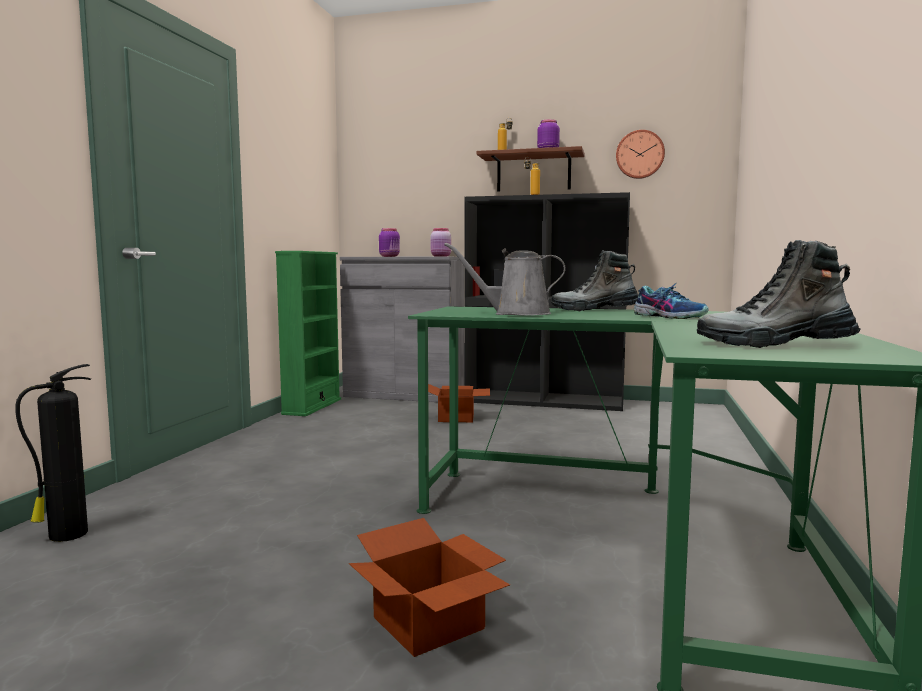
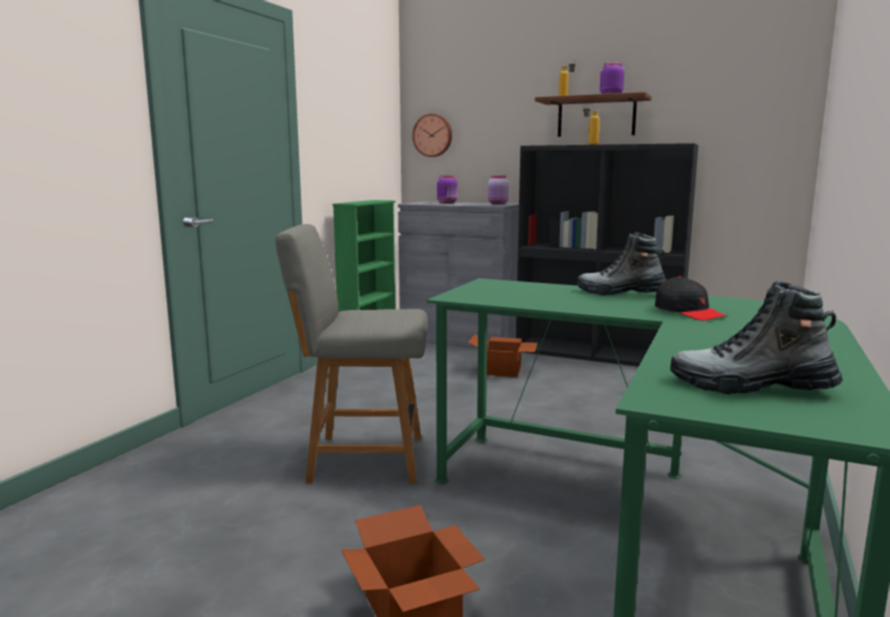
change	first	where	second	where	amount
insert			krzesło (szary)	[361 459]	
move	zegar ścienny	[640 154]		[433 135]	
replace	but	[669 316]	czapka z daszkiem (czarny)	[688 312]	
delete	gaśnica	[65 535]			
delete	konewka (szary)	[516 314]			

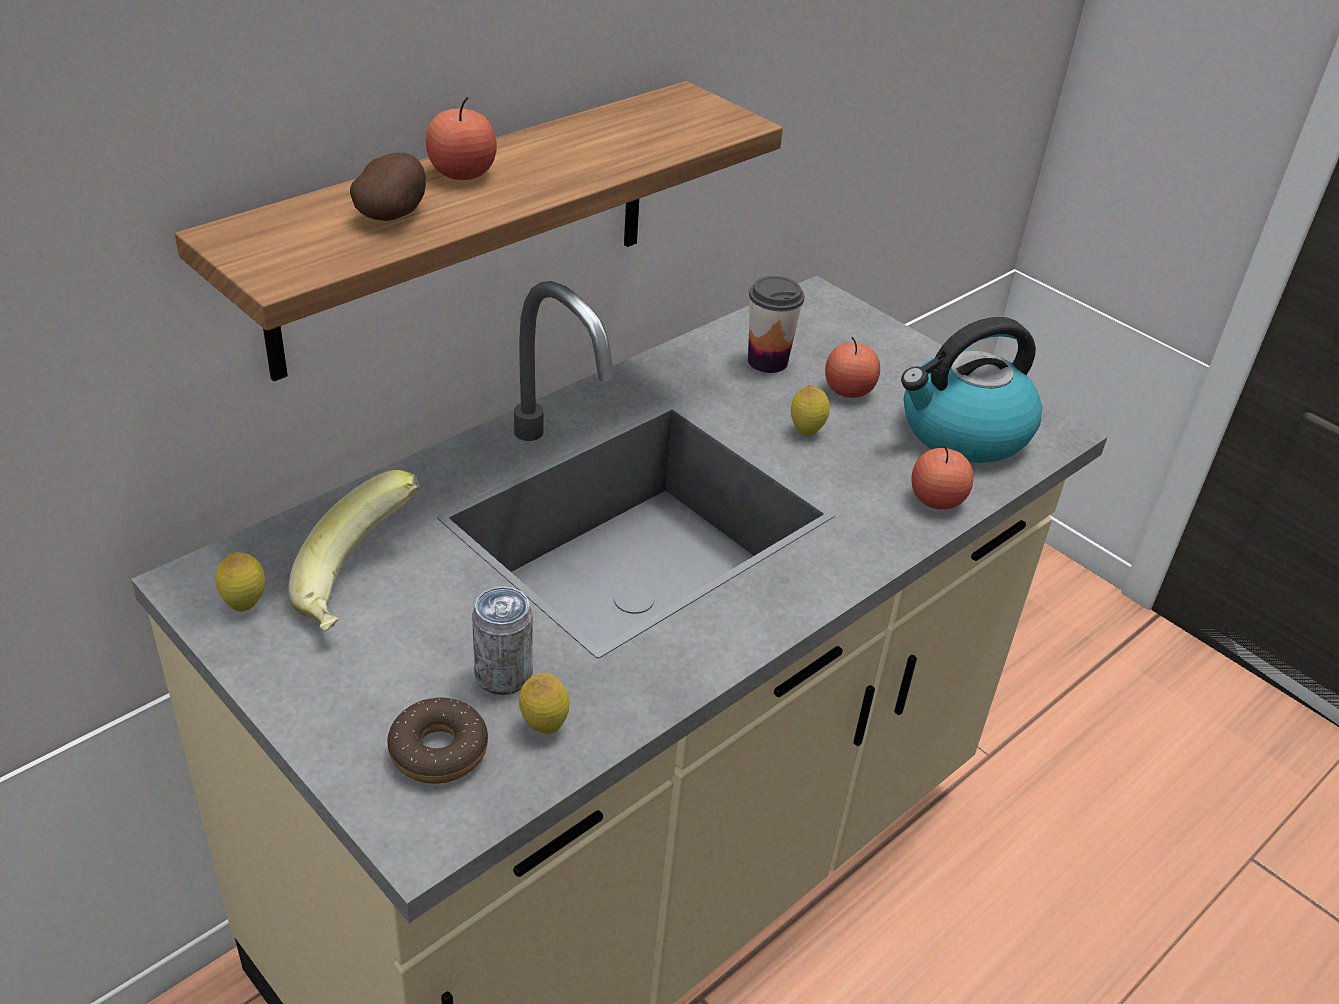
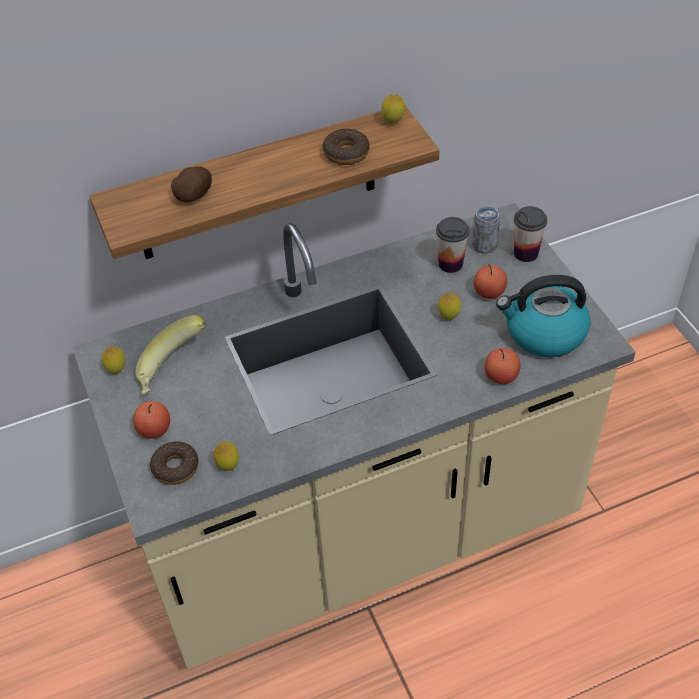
change	first	where	second	where	amount
move	jabłko	[462 173]		[154 429]	
insert			donut	[346 153]	
insert			cytryna	[393 122]	
move	puszka	[503 676]		[484 246]	
insert			filiżanka	[526 253]	

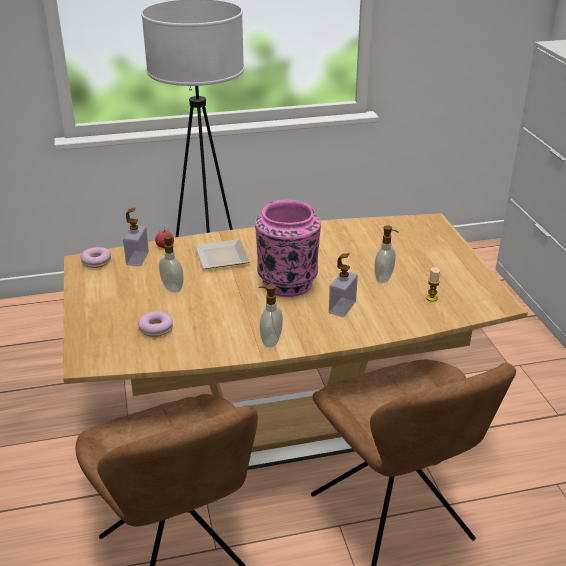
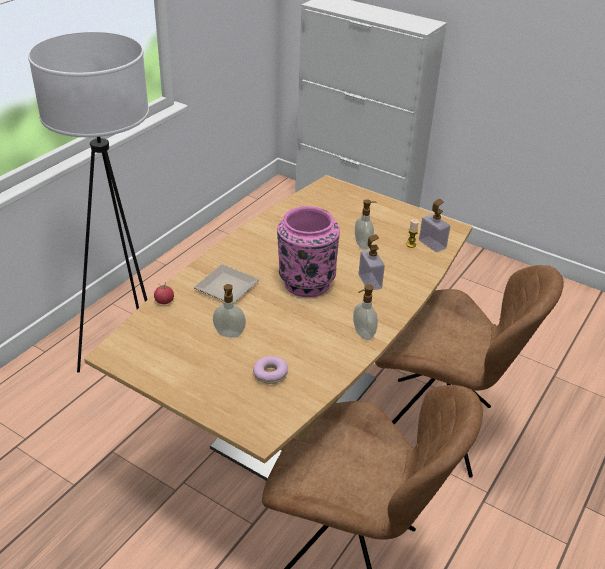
change	first	where	second	where	amount
move	dozownik mydła	[137 259]		[432 244]	
delete	donut	[96 261]			

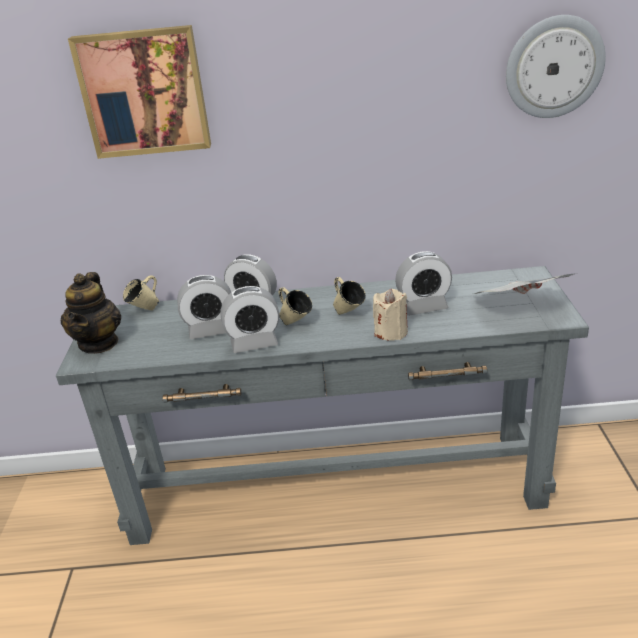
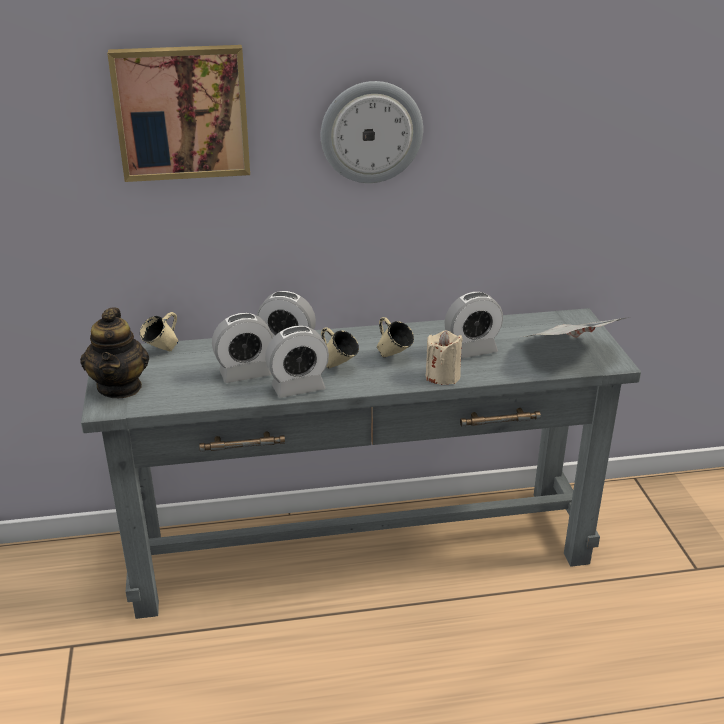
change	first	where	second	where	amount
move	zegar ścienny	[554 67]		[371 132]	

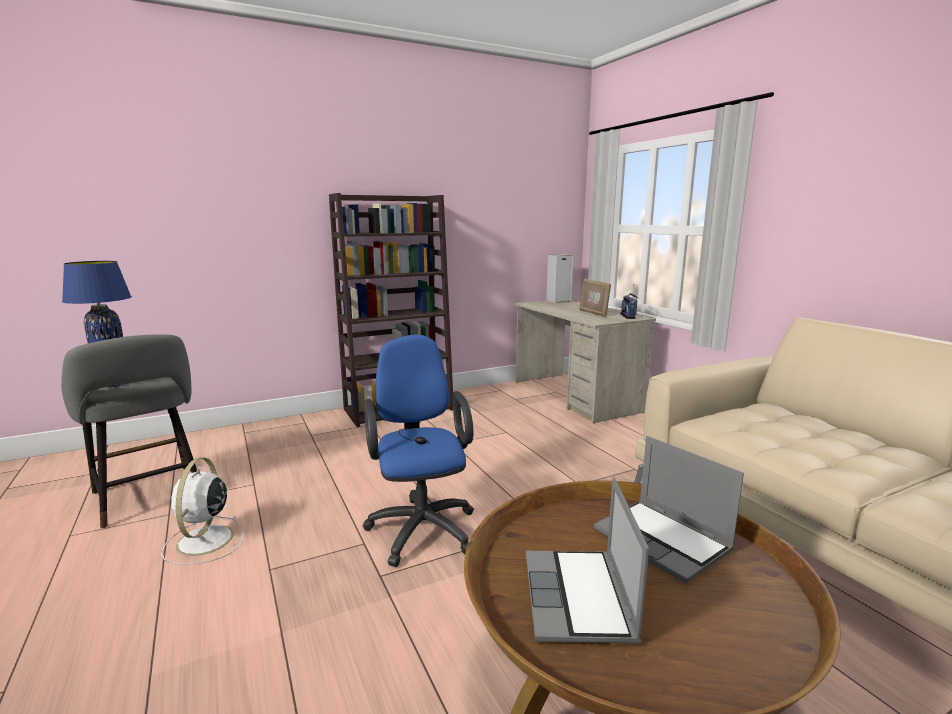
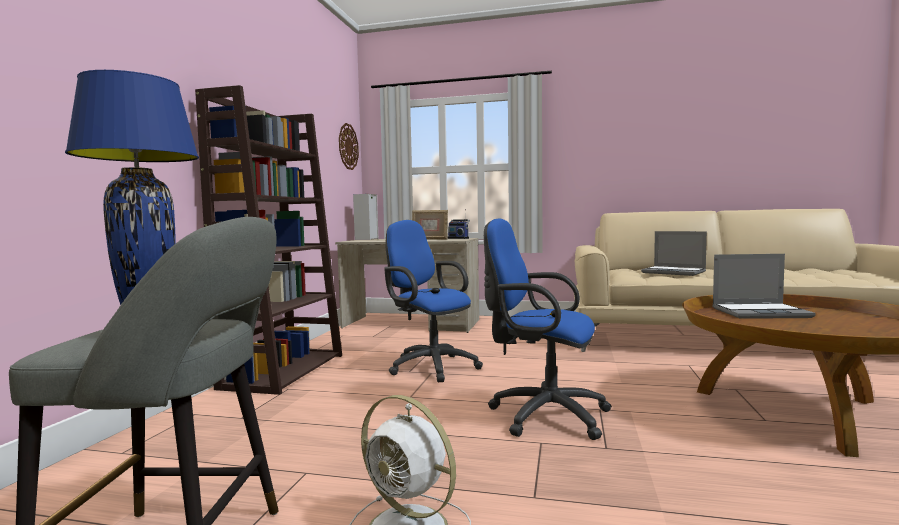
change	first	where	second	where	amount
insert			zegar ścienny	[348 146]	
insert			krzesło biurowe (niebieski)	[430 366]	
move	laptop	[579 598]		[674 272]	

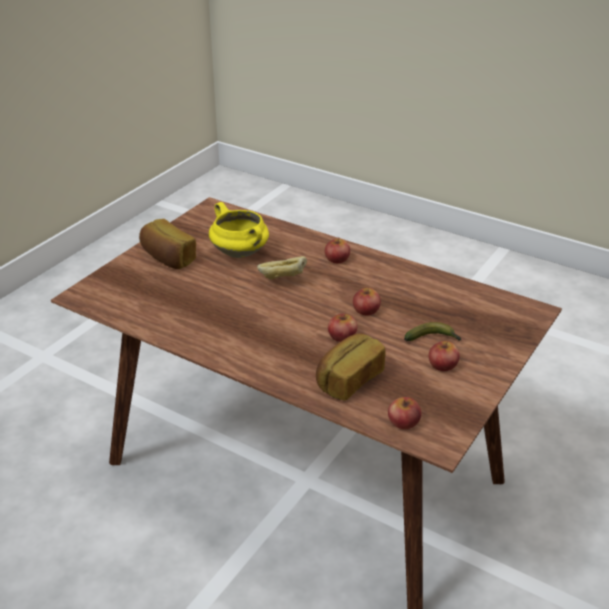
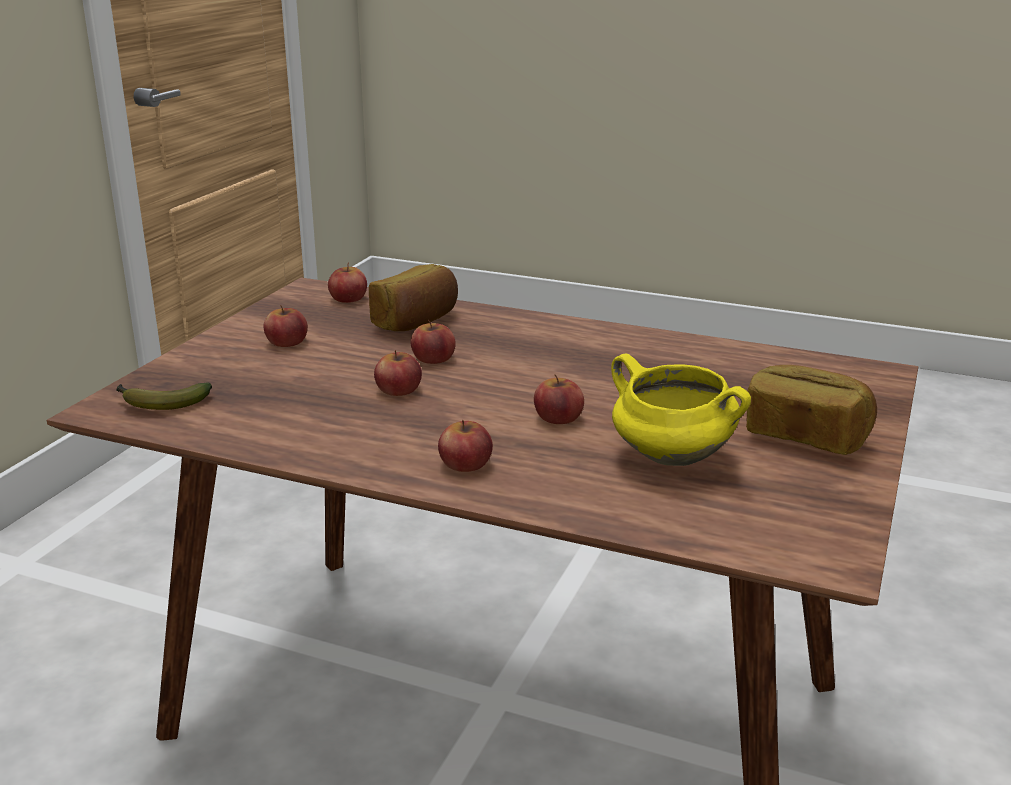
change	first	where	second	where	amount
move	banan	[433 339]		[160 403]	
replace	chleb	[282 281]	jabłko	[558 417]	

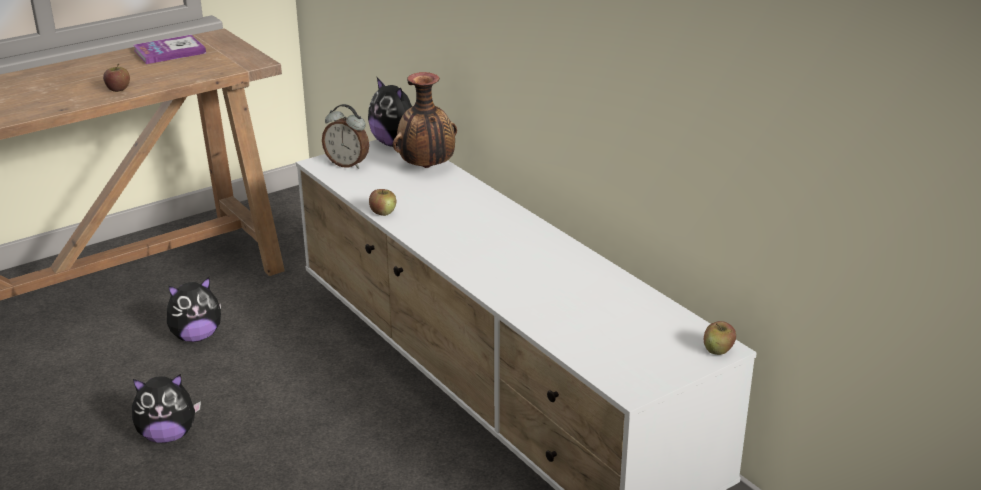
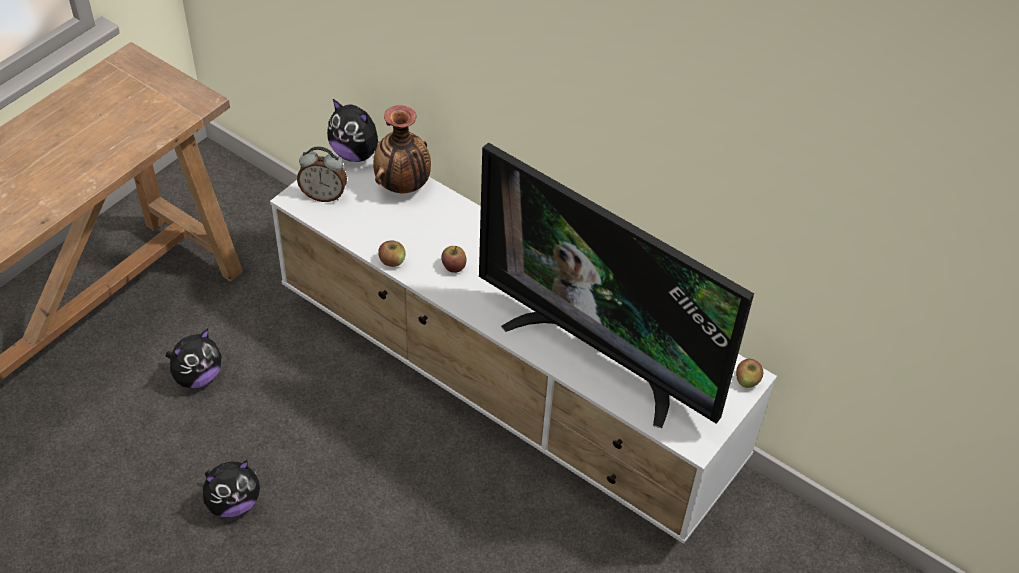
change	first	where	second	where	amount
move	jabłko	[118 89]		[453 266]	
insert			telewizor	[600 354]	
delete	książka	[169 52]			

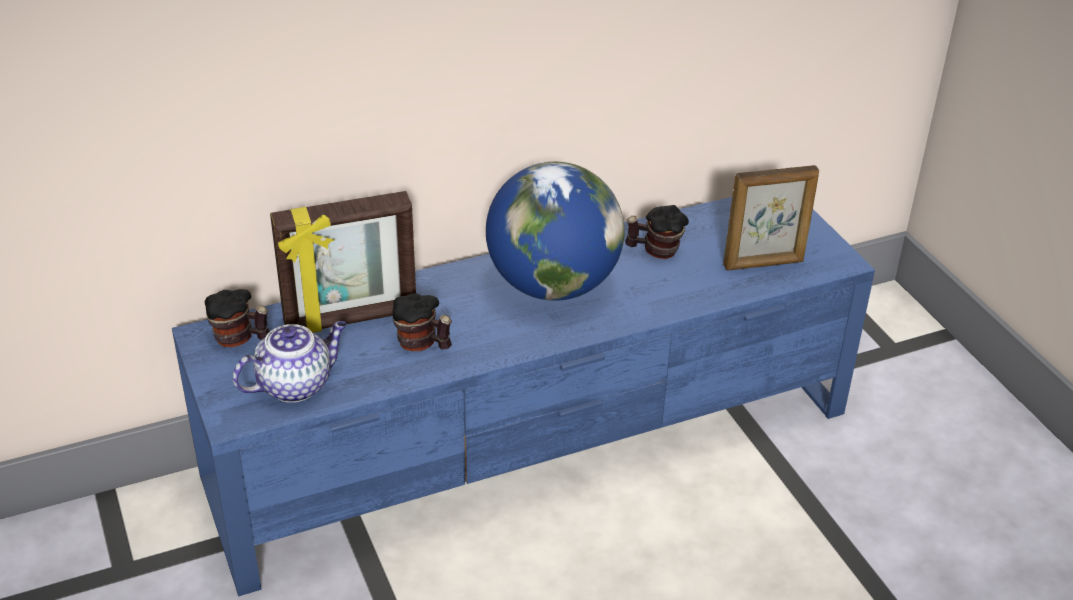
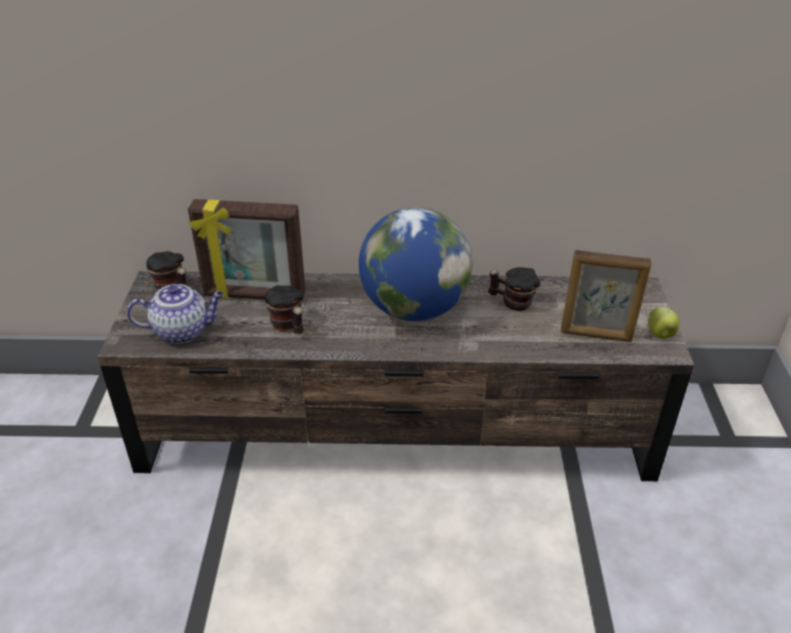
change	first	where	second	where	amount
recolor	szafka pod telewizor (niebieski)	[535 444]	szafka pod telewizor (brązowy)	[398 429]	
insert			jabłko	[660 335]	

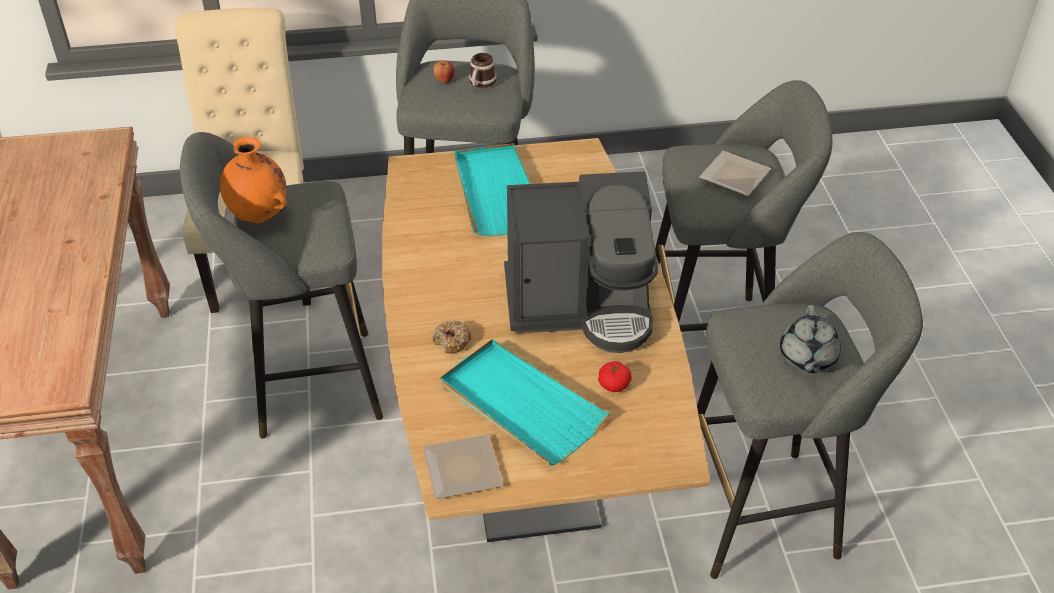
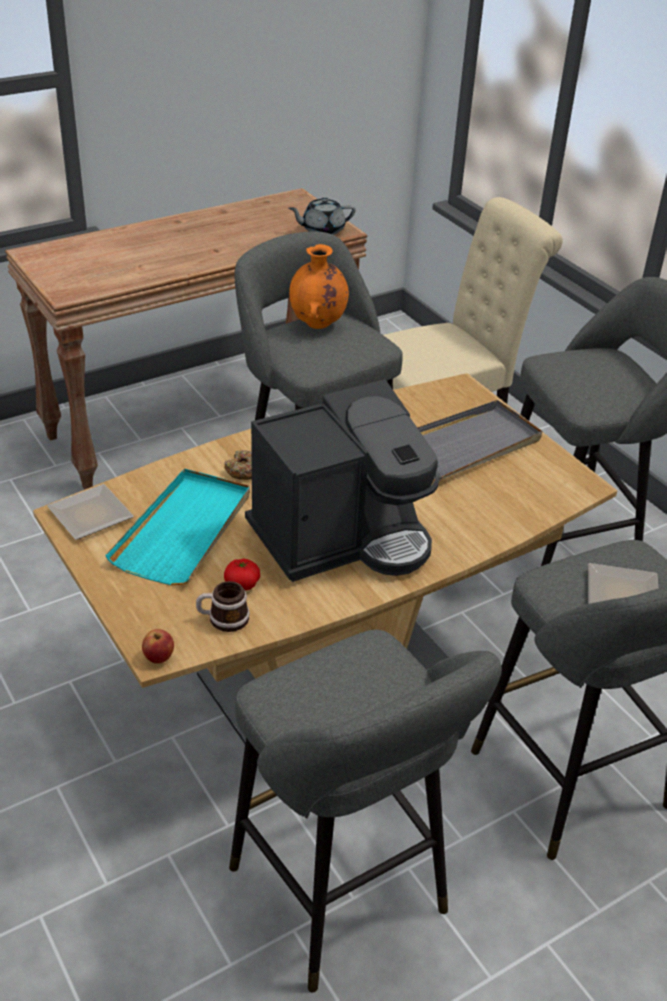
change	first	where	second	where	amount
move	jabłko	[444 80]		[159 657]	
move	kubek	[481 83]		[223 619]	
rotate	ekspres do kawy	[581 305]		[342 537]	90 degrees counterclockwise
move	imbryk (szary)	[807 357]		[322 230]	
recolor	taca (turkusowy)	[496 193]	taca (szary)	[467 445]	

